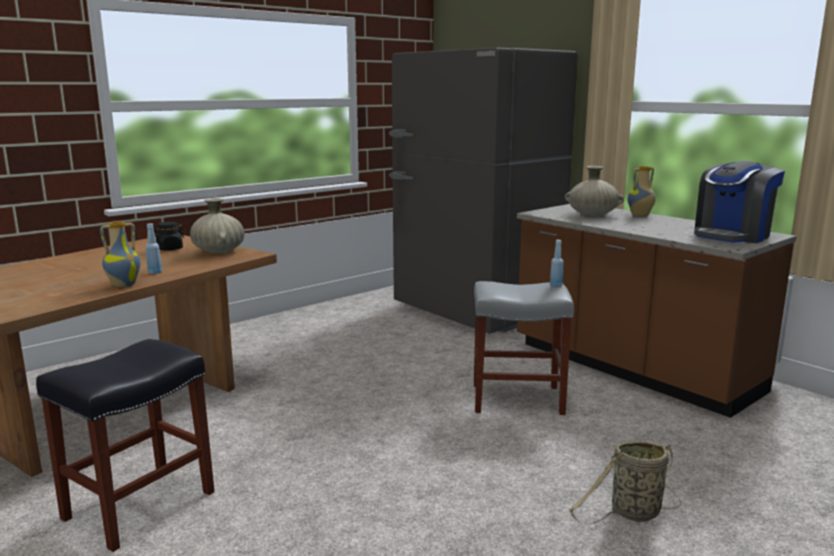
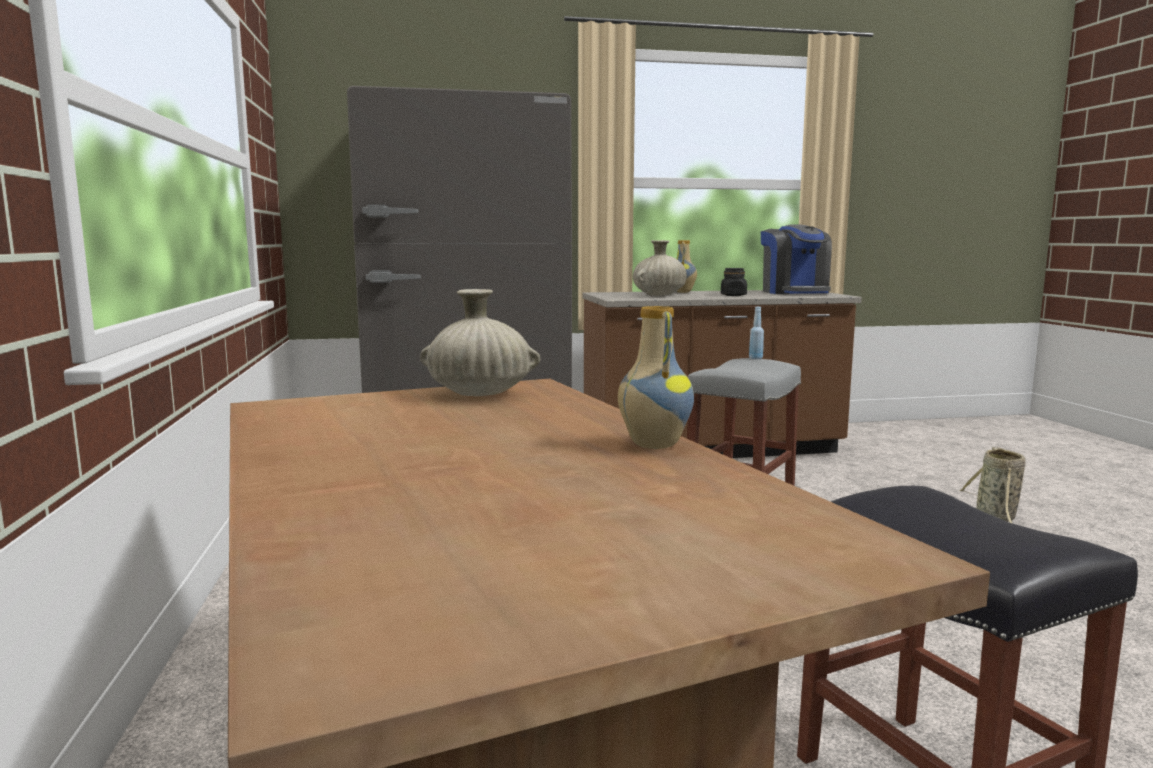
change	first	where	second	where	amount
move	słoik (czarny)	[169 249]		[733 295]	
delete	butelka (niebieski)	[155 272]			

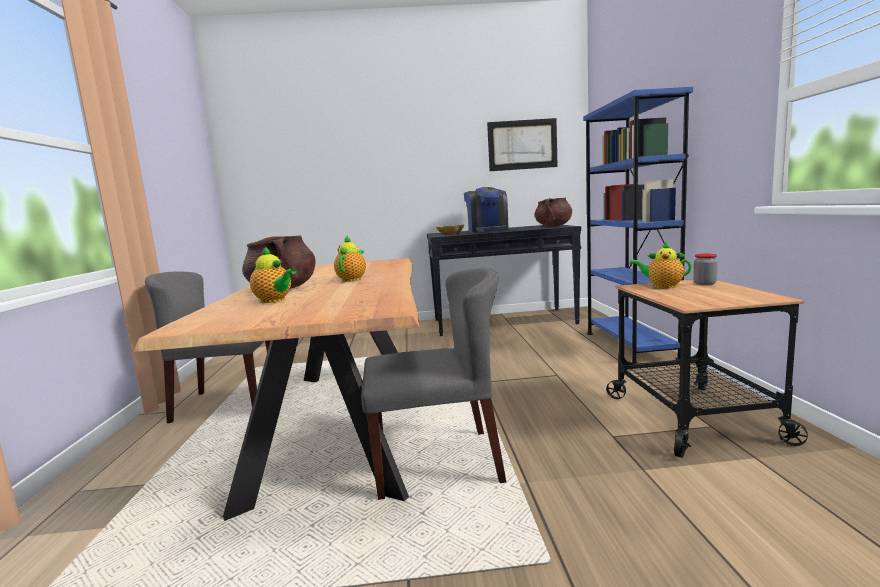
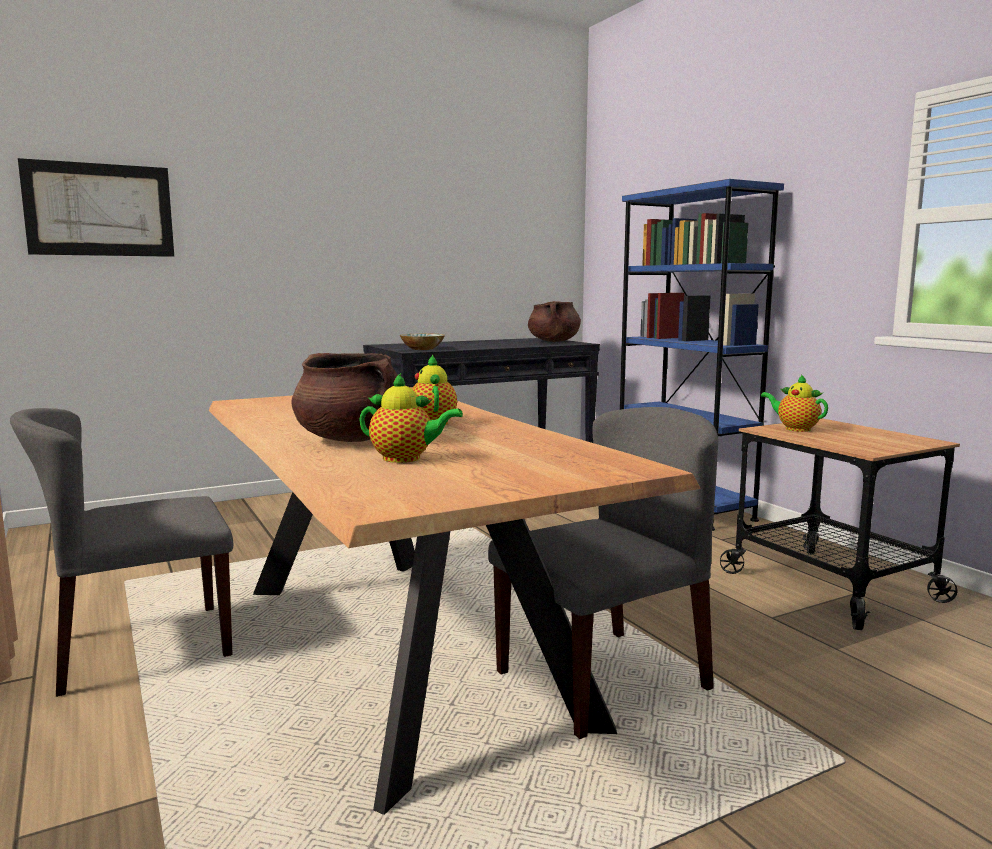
change	first	where	second	where	amount
move	obraz	[522 145]		[100 210]	
rotate	imbryk	[662 286]		[795 429]	45 degrees clockwise
delete	ekspres do kawy	[487 230]			
delete	słoik	[704 284]			

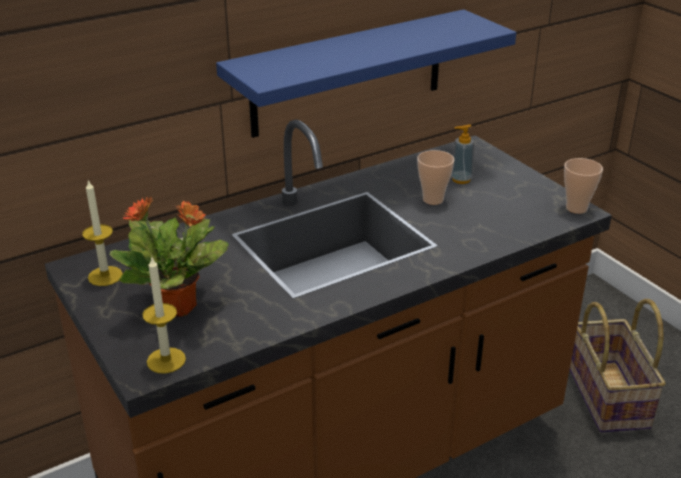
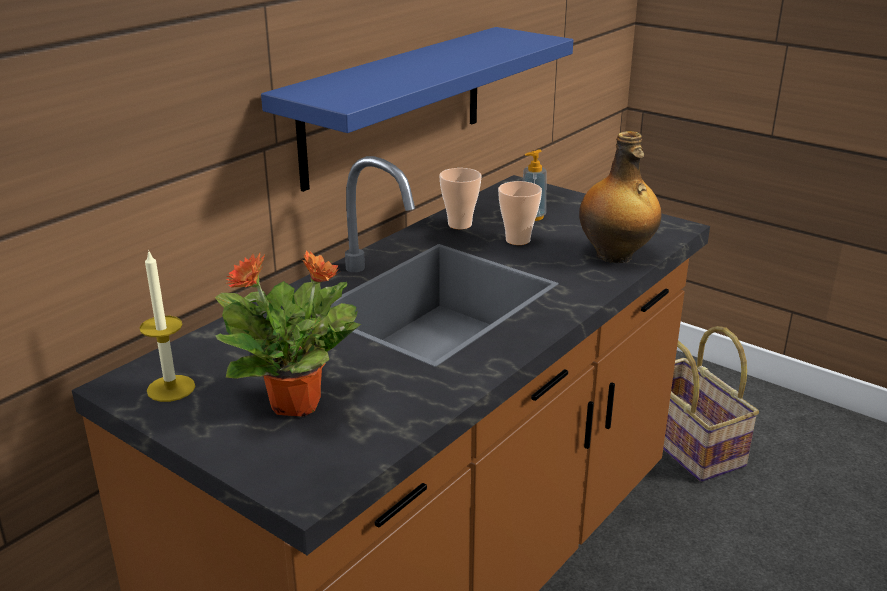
change	first	where	second	where	amount
move	filiżanka	[576 208]		[460 224]	
insert			butelka	[615 256]	
delete	świeca	[166 360]			

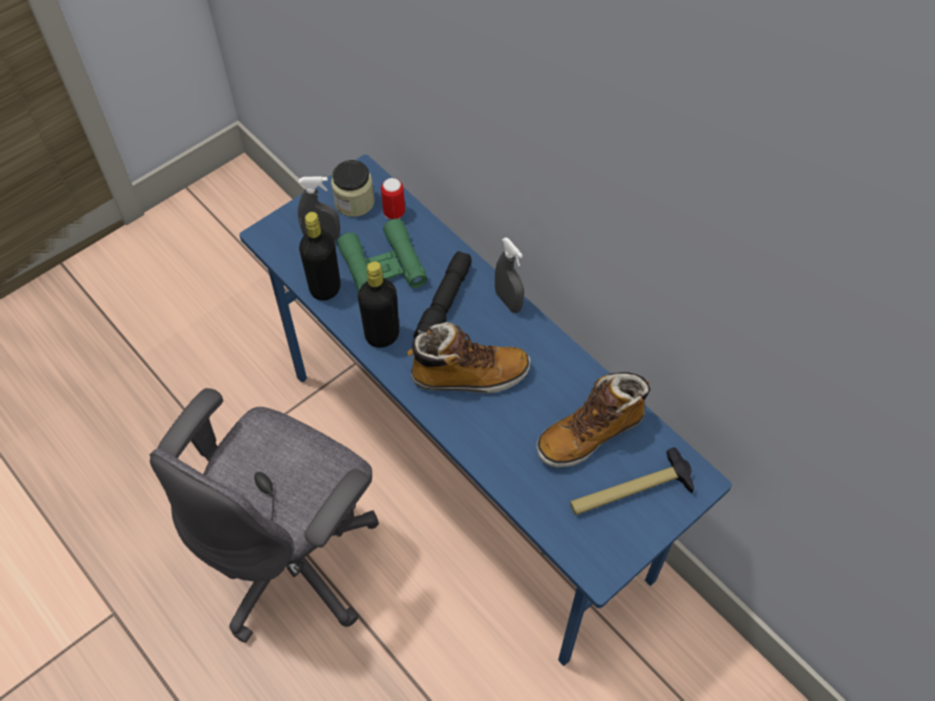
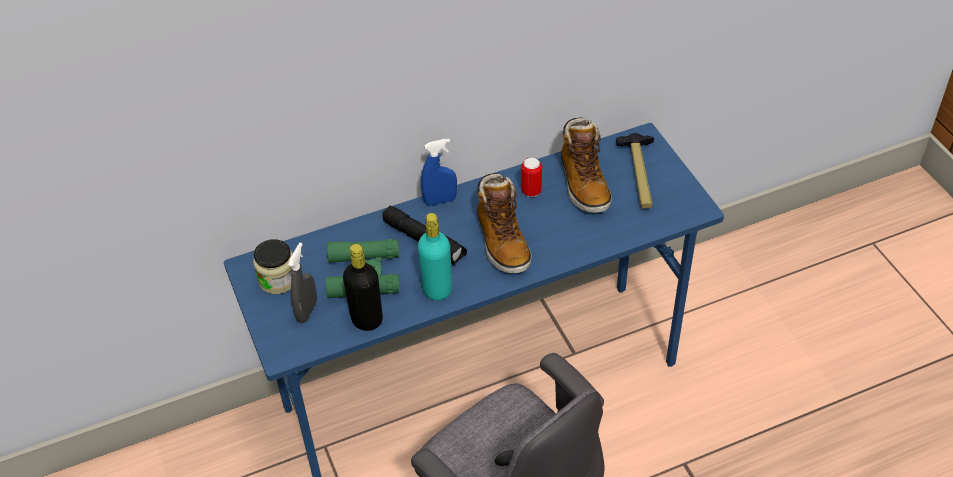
change	first	where	second	where	amount
recolor	butelka (czarny)	[382 335]	butelka (turkusowy)	[437 290]	
recolor	spryskiwacz (szary)	[508 301]	spryskiwacz (niebieski)	[440 201]	
rotate	but z cholewką	[469 375]		[502 242]	150 degrees clockwise
move	puszka	[394 212]		[531 191]	

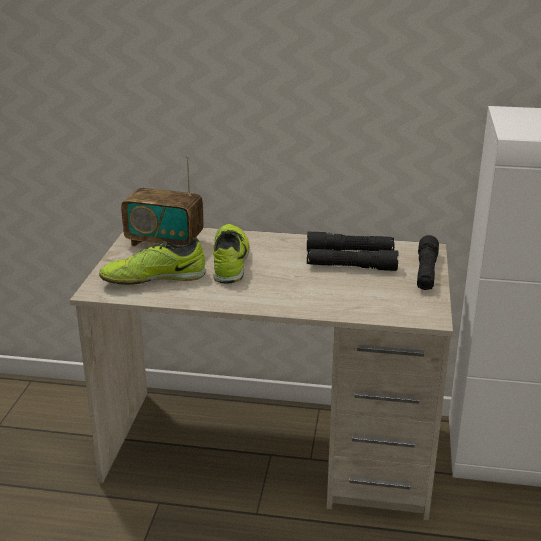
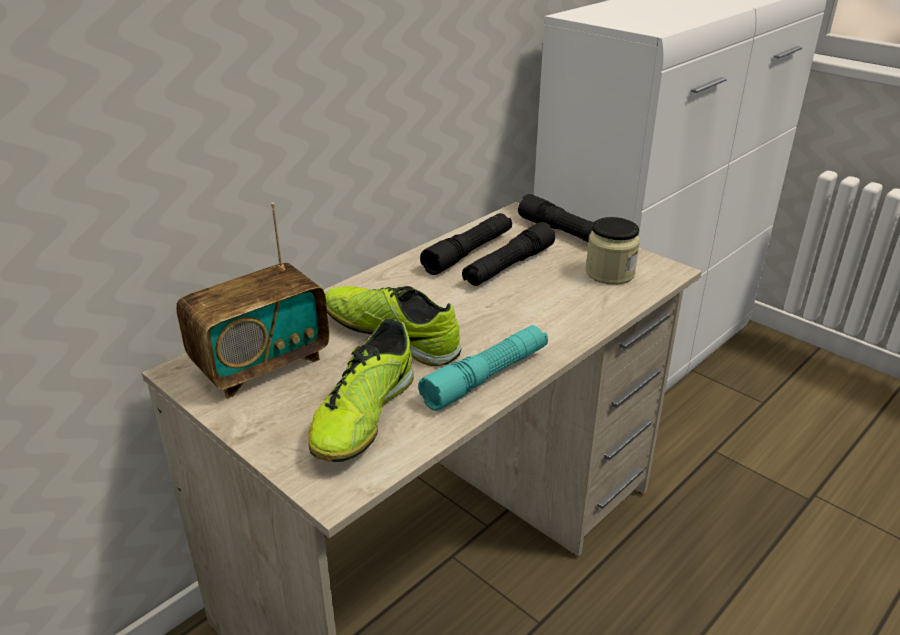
change	first	where	second	where	amount
insert			latarka (turkusowy)	[486 377]	
insert			słoik	[609 273]	

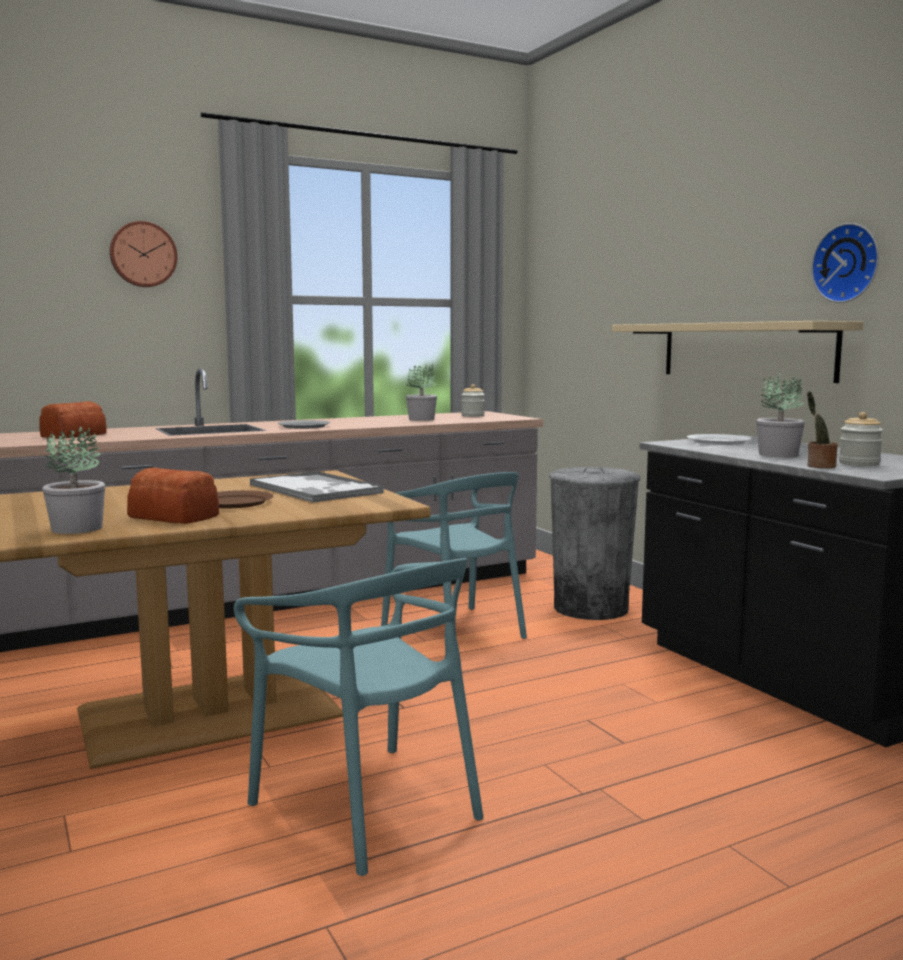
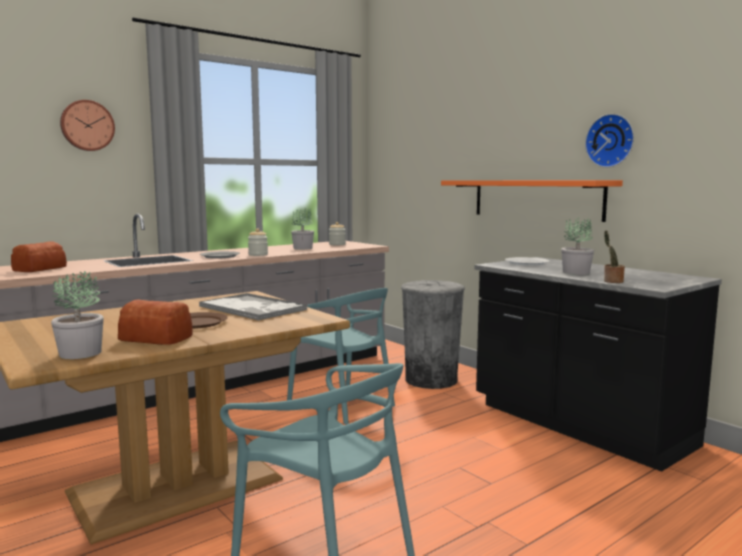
change	first	where	second	where	amount
move	słoik	[859 463]		[258 255]	
recolor	półka (beżowy)	[745 351]	półka (pomarańczowy)	[536 199]	

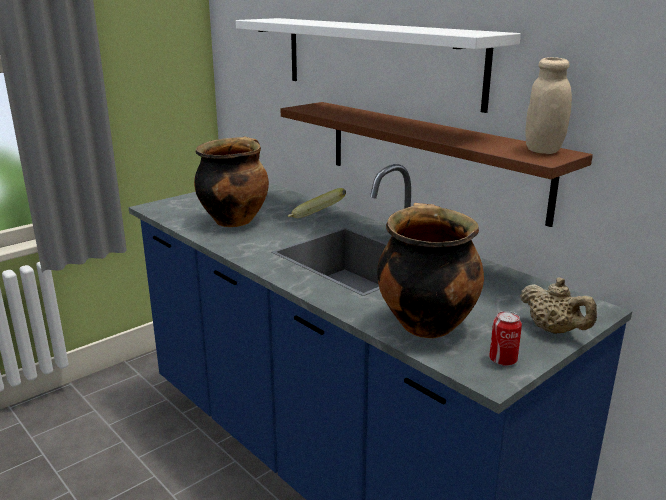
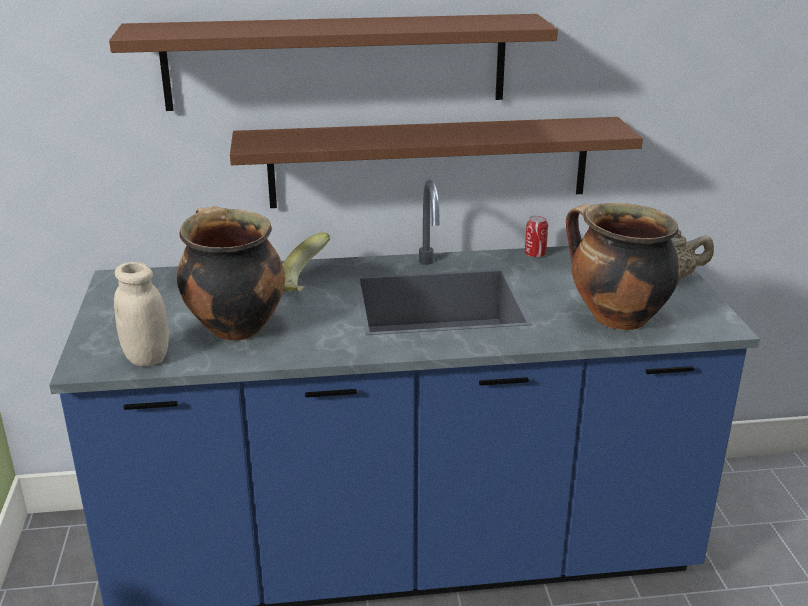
change	first	where	second	where	amount
recolor	półka (biały)	[377 59]	półka (brązowy)	[336 62]	
move	słoik (beżowy)	[543 150]		[147 358]	
move	puszka	[503 360]		[535 254]	

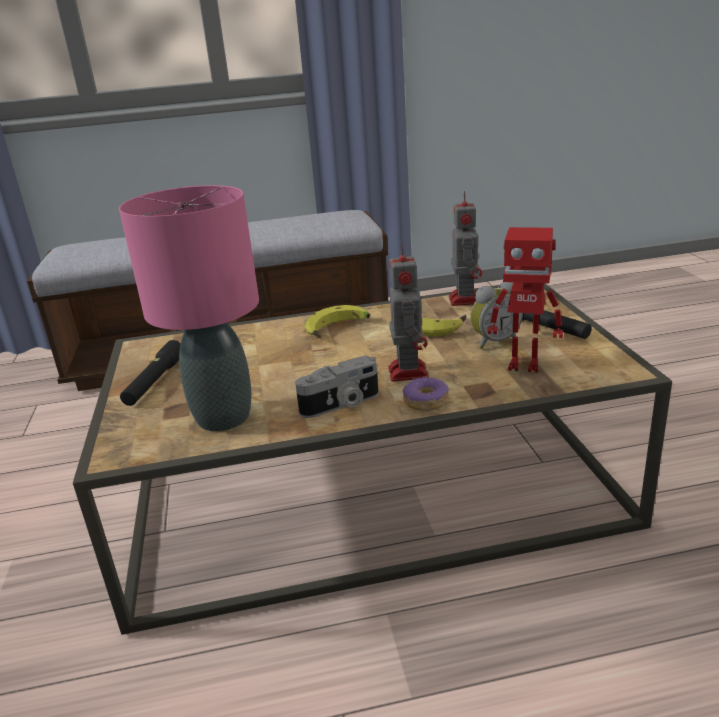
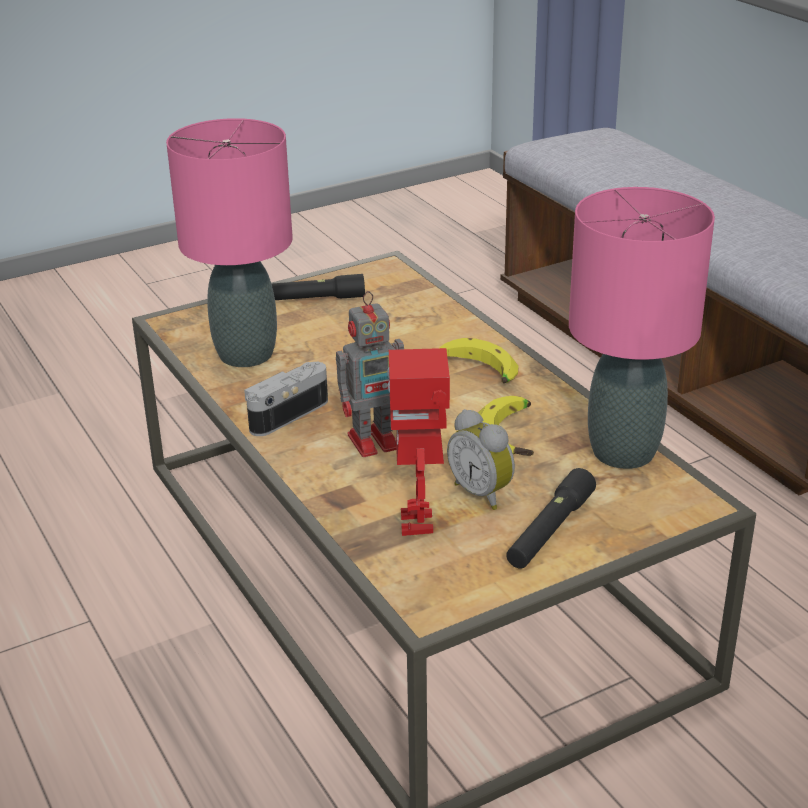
change	first	where	second	where	amount
rotate	aparat fotograficzny	[341 405]		[285 413]	90 degrees clockwise
replace	robot zabawkowy	[464 299]	lampa stołowa (różowy)	[623 451]	
delete	donut	[425 401]			

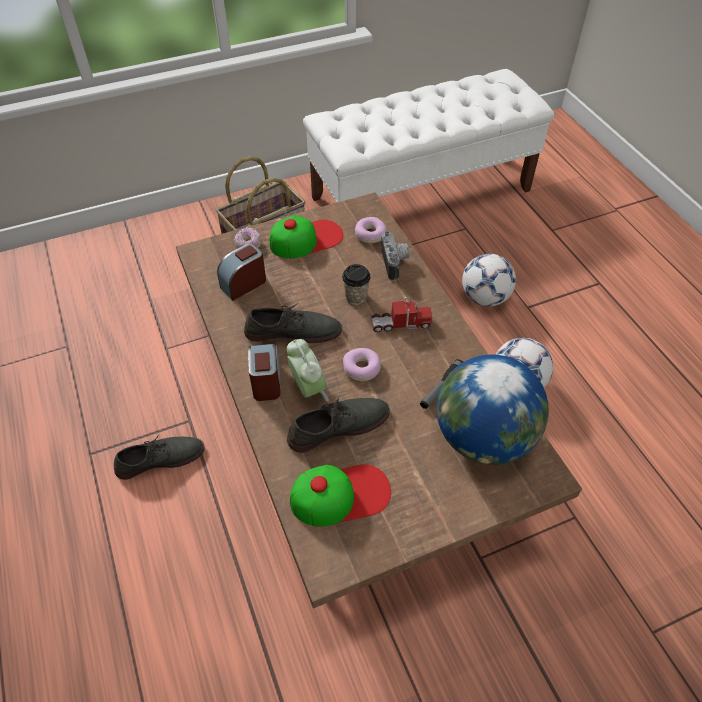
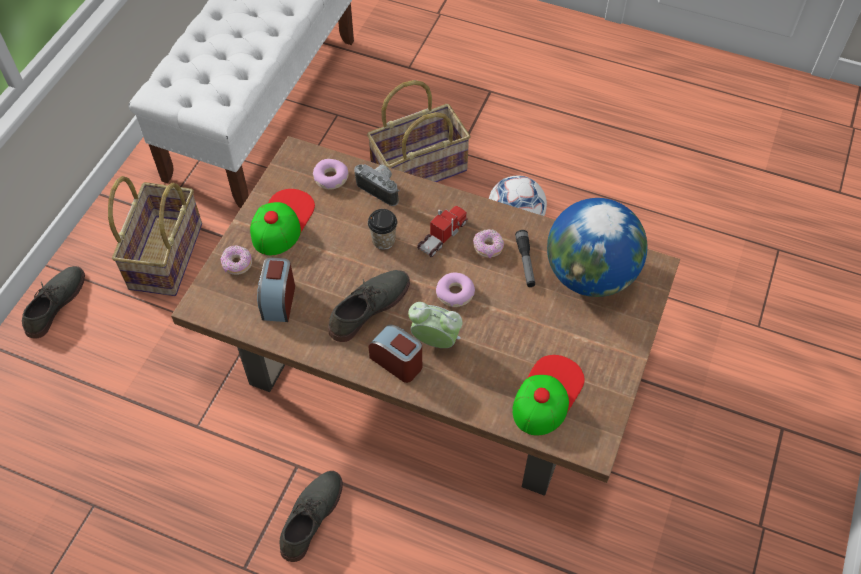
change	first	where	second	where	amount
move	but (szary)	[338 426]		[55 303]	
replace	piłka futbolowa	[484 298]	koszyk	[419 168]	
insert			donut	[488 248]	

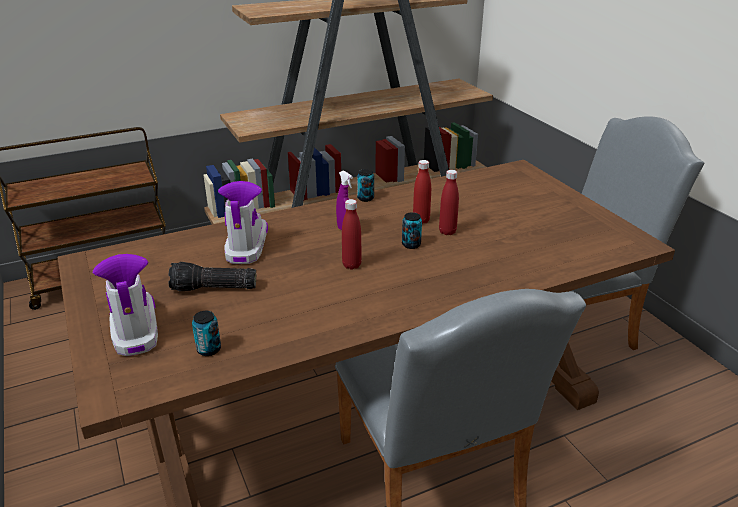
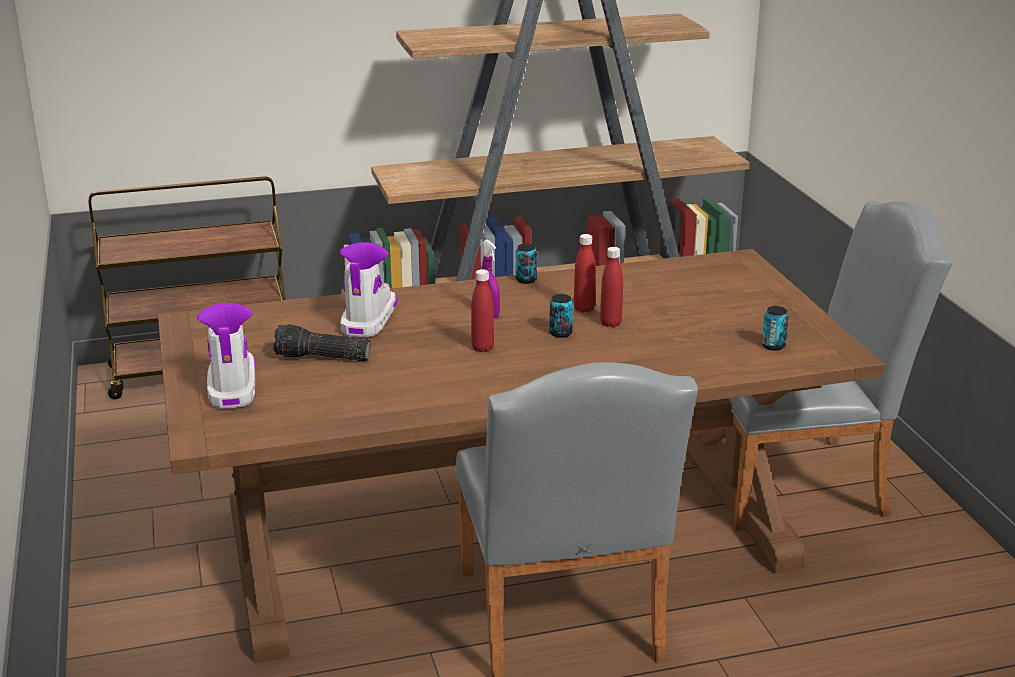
change	first	where	second	where	amount
move	puszka	[209 349]		[773 346]	

